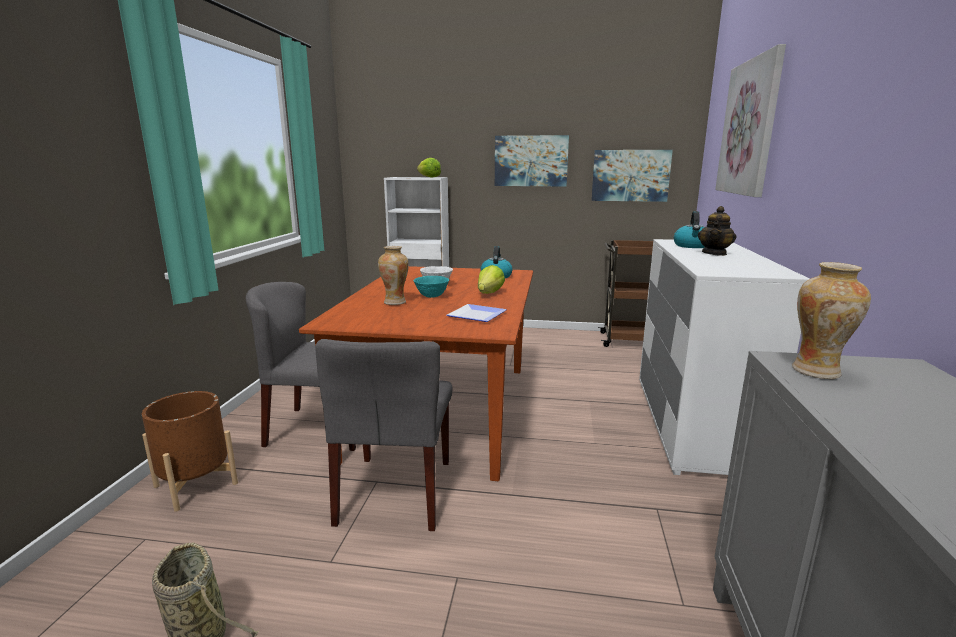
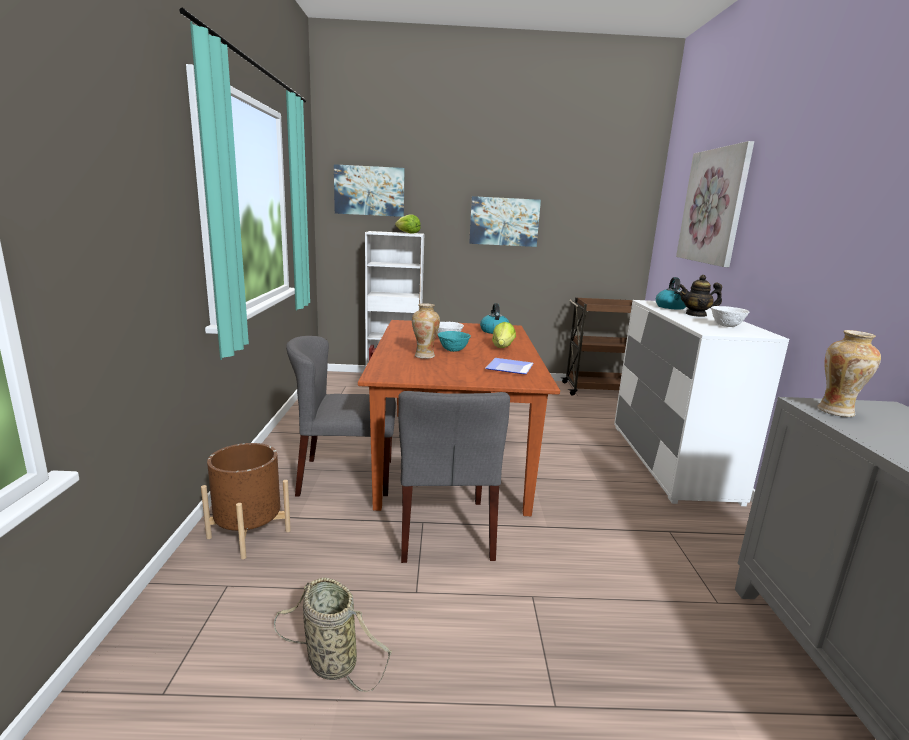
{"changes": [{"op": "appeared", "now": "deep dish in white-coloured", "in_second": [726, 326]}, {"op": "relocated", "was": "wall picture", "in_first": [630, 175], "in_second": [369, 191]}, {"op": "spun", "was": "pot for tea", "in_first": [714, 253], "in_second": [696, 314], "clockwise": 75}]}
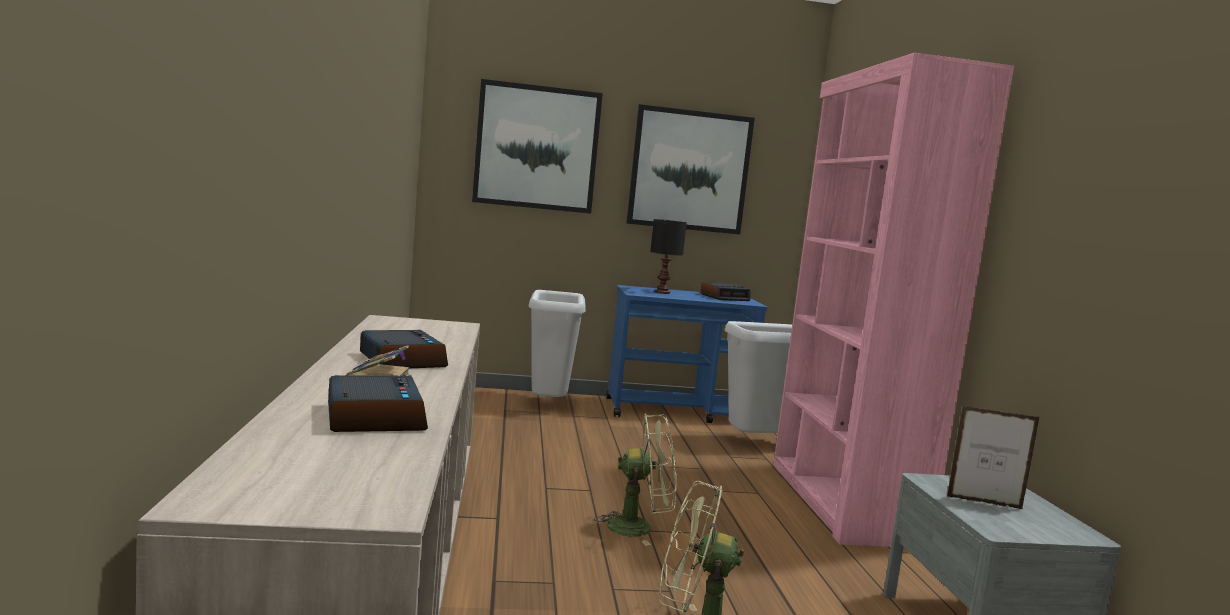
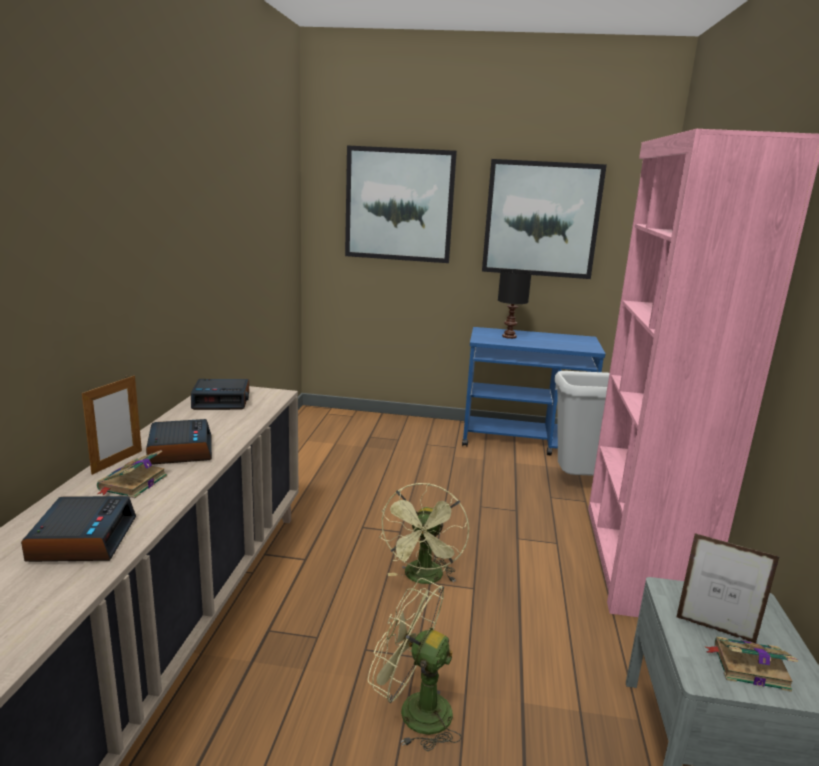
{"changes": [{"op": "missing", "was": "waste bin in gray", "in_first": [549, 406]}, {"op": "appeared", "now": "photo frame", "in_second": [117, 462]}, {"op": "appeared", "now": "book", "in_second": [748, 667]}, {"op": "relocated", "was": "bedside clock", "in_first": [725, 297], "in_second": [222, 401]}, {"op": "spun", "was": "fan in green-coloured", "in_first": [639, 528], "in_second": [423, 579], "clockwise": 90}]}
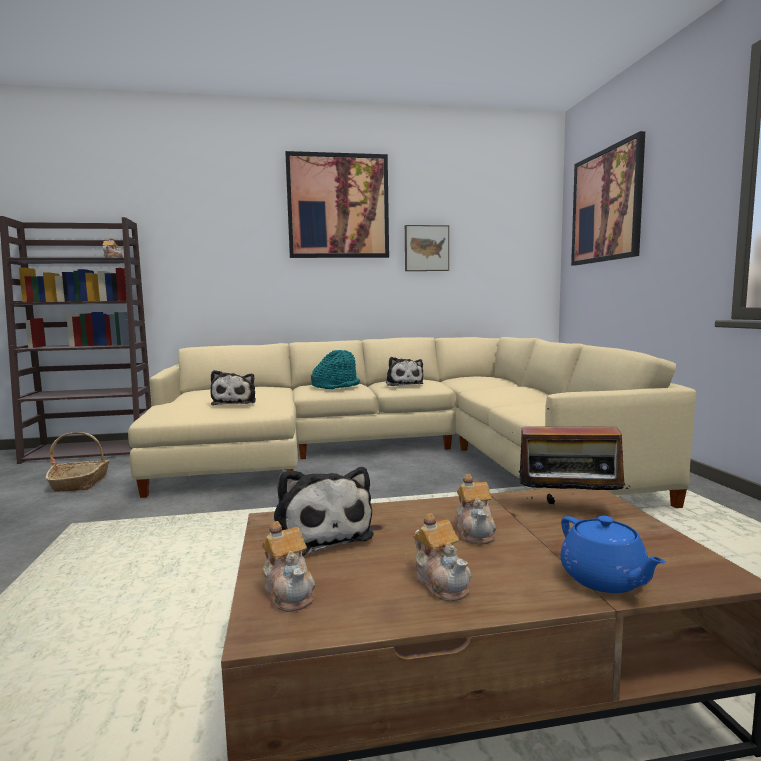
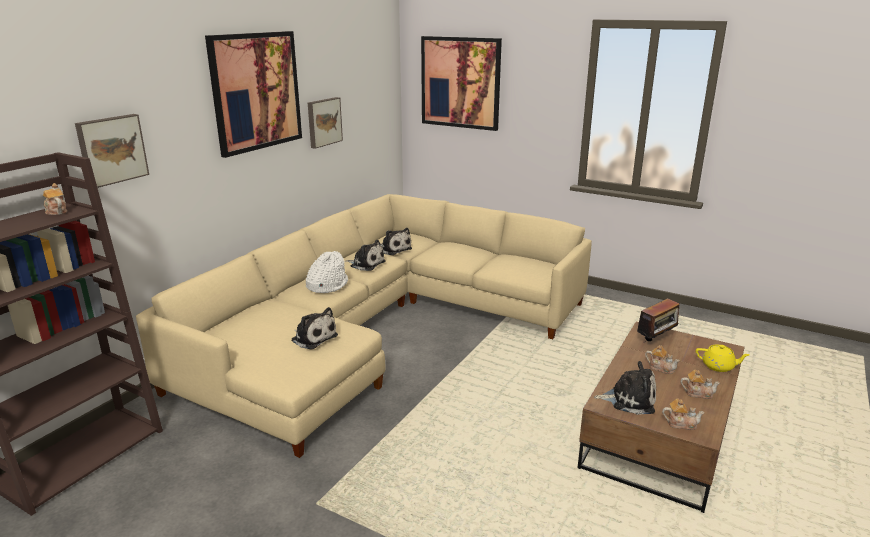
{"changes": [{"op": "missing", "was": "household basket", "in_first": [80, 483]}, {"op": "appeared", "now": "wall picture", "in_second": [111, 150]}, {"op": "appeared", "now": "cuddly toy", "in_second": [394, 249]}, {"op": "colour", "was": "clothing hat in turquoise", "now": "clothing hat in white-coloured", "in_first": [336, 386], "in_second": [327, 285]}, {"op": "colour", "was": "pot for tea in blue", "now": "pot for tea in yellow", "in_first": [605, 580], "in_second": [719, 366]}]}
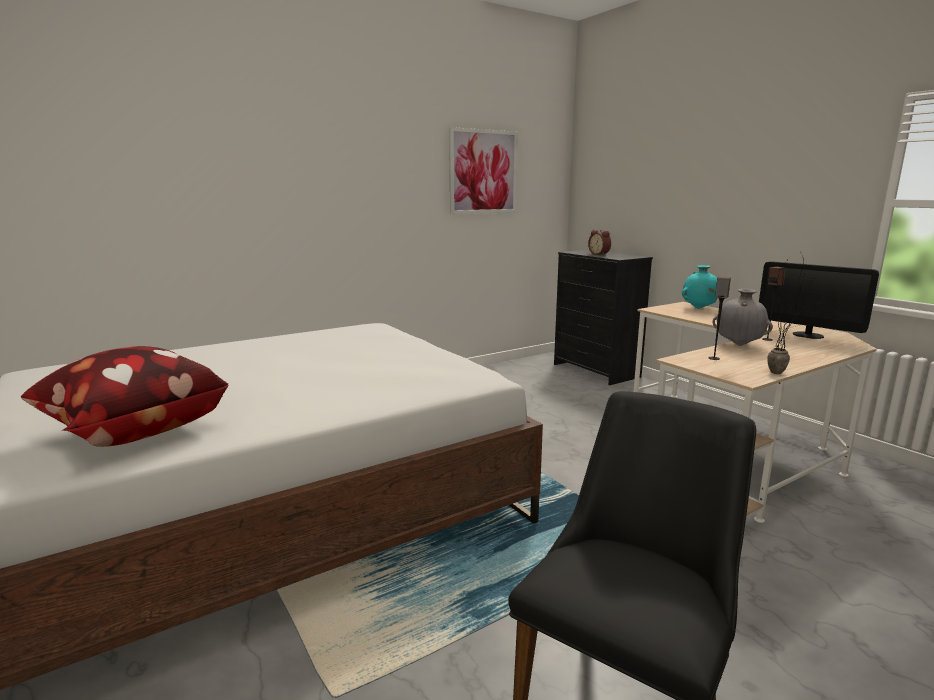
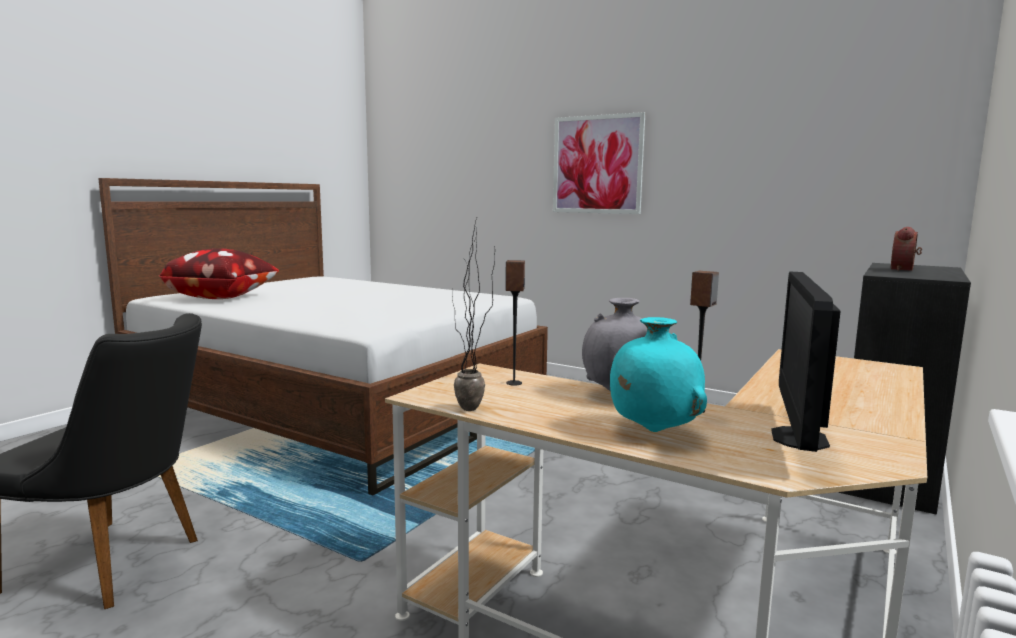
{"changes": [{"op": "relocated", "was": "wall picture", "in_first": [483, 172], "in_second": [597, 164]}, {"op": "relocated", "was": "flower vase in turquoise", "in_first": [698, 308], "in_second": [652, 431]}]}
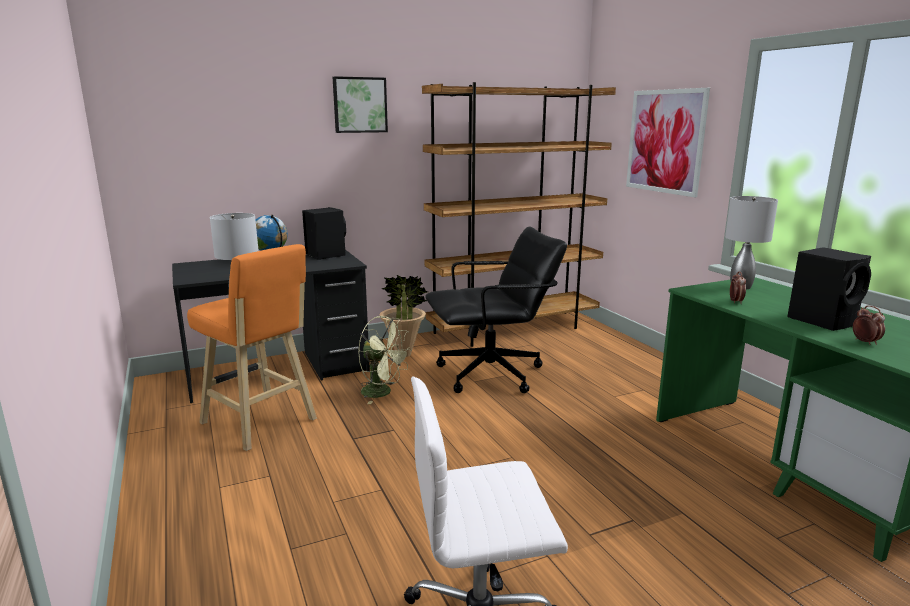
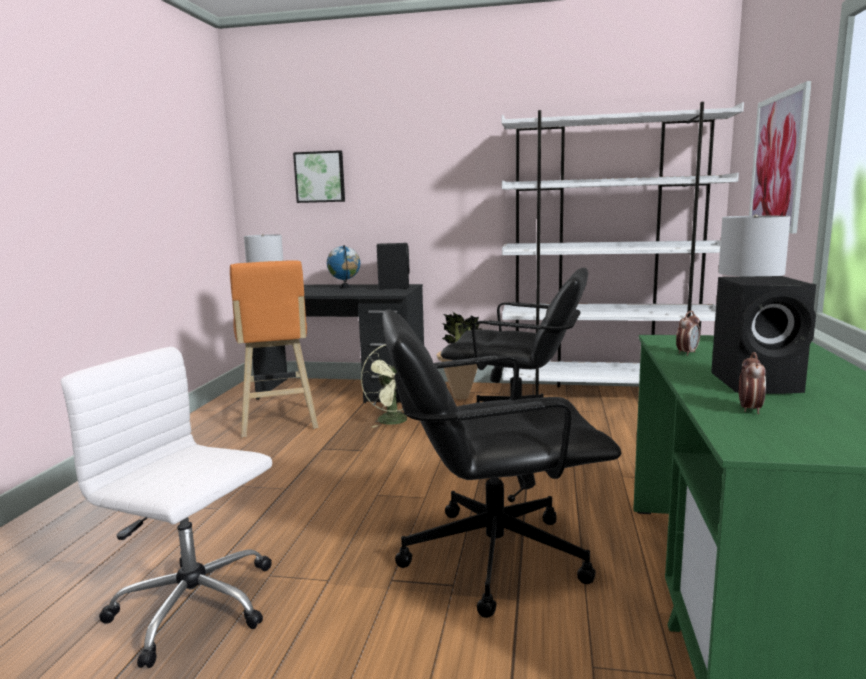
{"changes": [{"op": "appeared", "now": "computer chair in black-coloured", "in_second": [491, 556]}, {"op": "relocated", "was": "wall picture", "in_first": [359, 105], "in_second": [320, 177]}, {"op": "colour", "was": "bookshelf in brownish", "now": "bookshelf in white-coloured", "in_first": [514, 329], "in_second": [606, 395]}]}
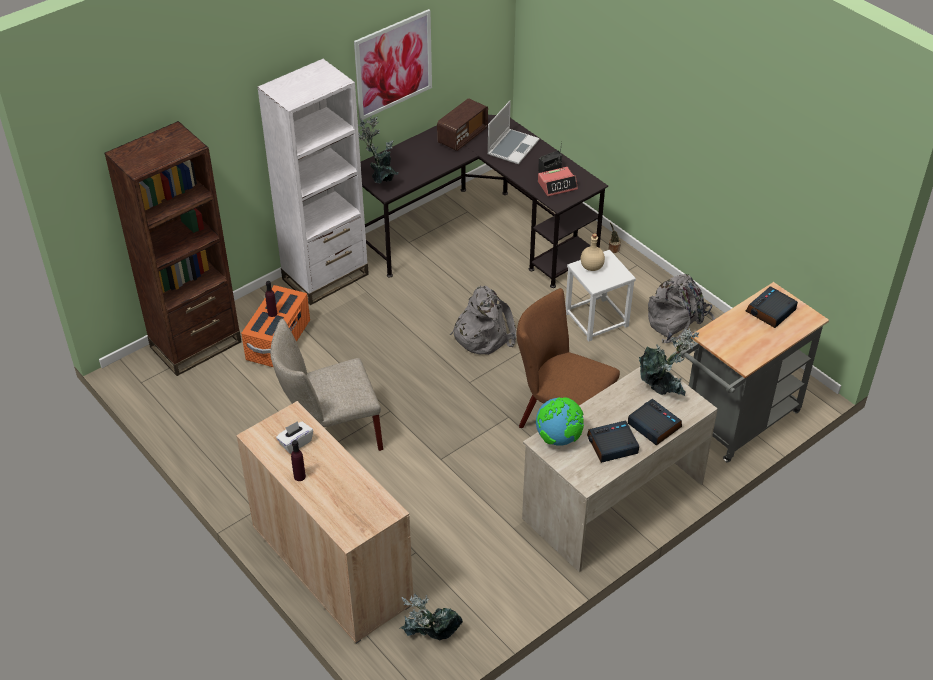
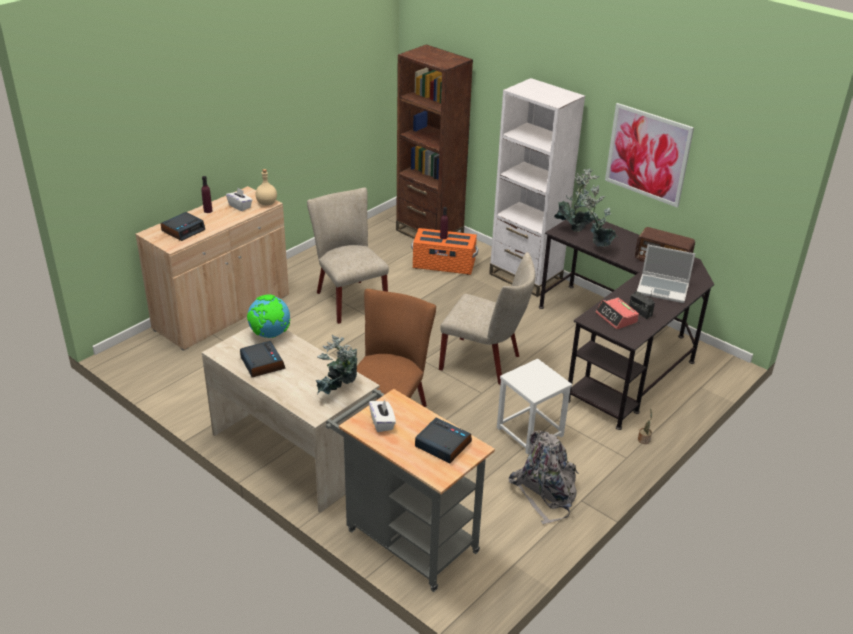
{"changes": [{"op": "appeared", "now": "tissue box in white-coloured", "in_second": [382, 423]}, {"op": "relocated", "was": "potted plant", "in_first": [429, 638], "in_second": [597, 245]}, {"op": "relocated", "was": "drink bottle in beige", "in_first": [592, 266], "in_second": [267, 203]}, {"op": "relocated", "was": "bedside clock", "in_first": [653, 426], "in_second": [183, 230]}, {"op": "exchanged", "was": "knapsack in gray", "now": "plain chair in beige", "in_first": [482, 334], "in_second": [485, 363]}]}
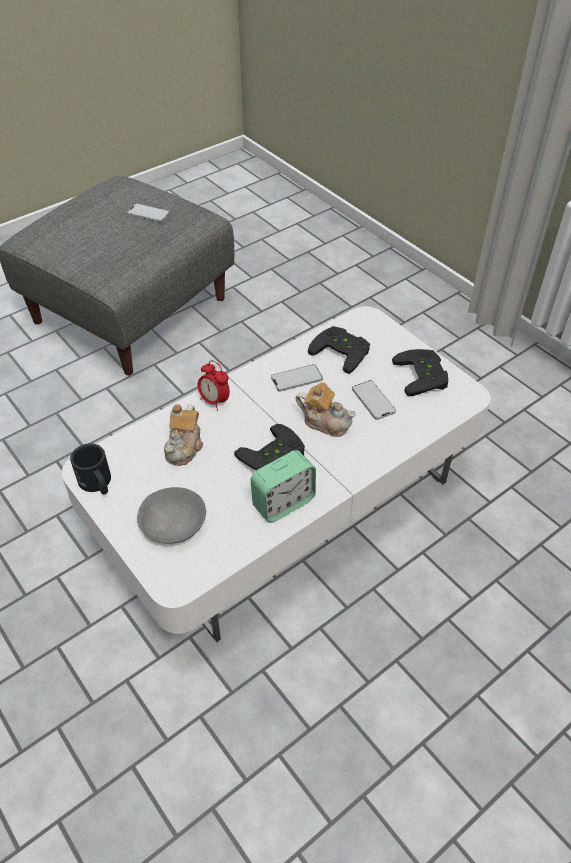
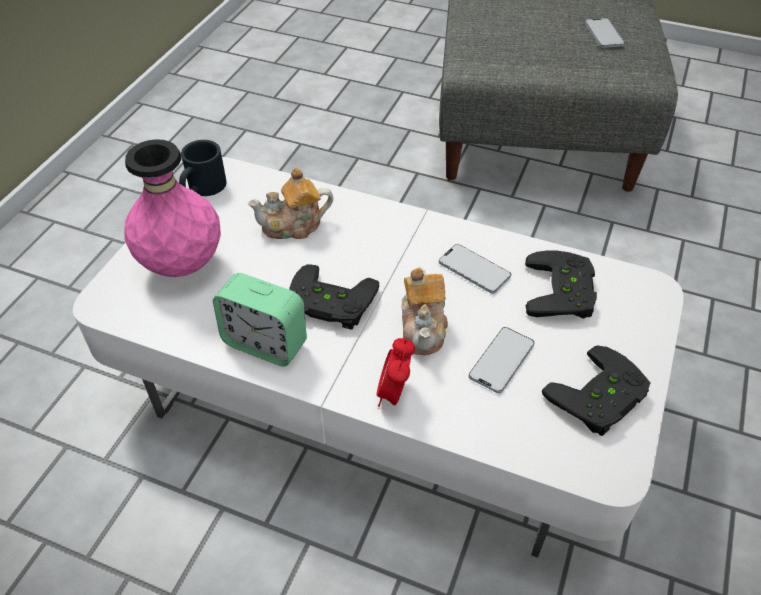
{"changes": [{"op": "relocated", "was": "bedside clock", "in_first": [214, 401], "in_second": [394, 393]}, {"op": "exchanged", "was": "deep dish in gray", "now": "flower vase in pink-coloured", "in_first": [172, 523], "in_second": [182, 264]}]}
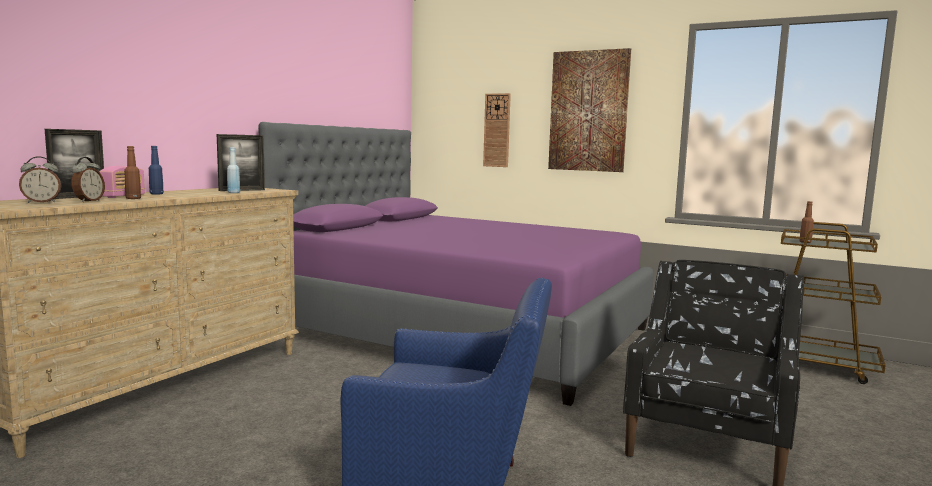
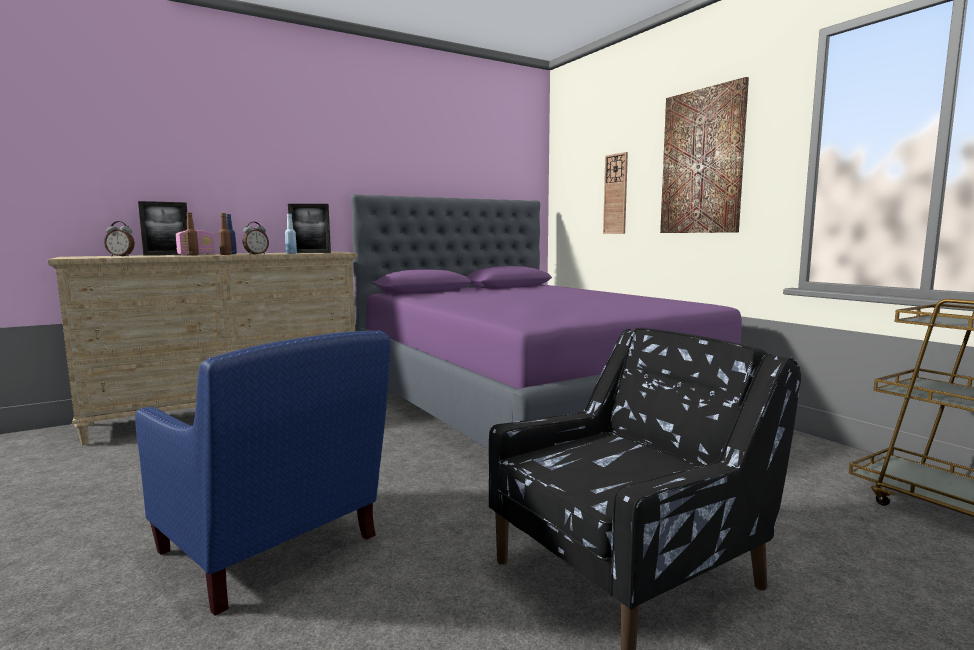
{"changes": [{"op": "relocated", "was": "bedside clock", "in_first": [88, 201], "in_second": [256, 254]}, {"op": "relocated", "was": "drink bottle in brownish", "in_first": [805, 242], "in_second": [226, 254]}]}
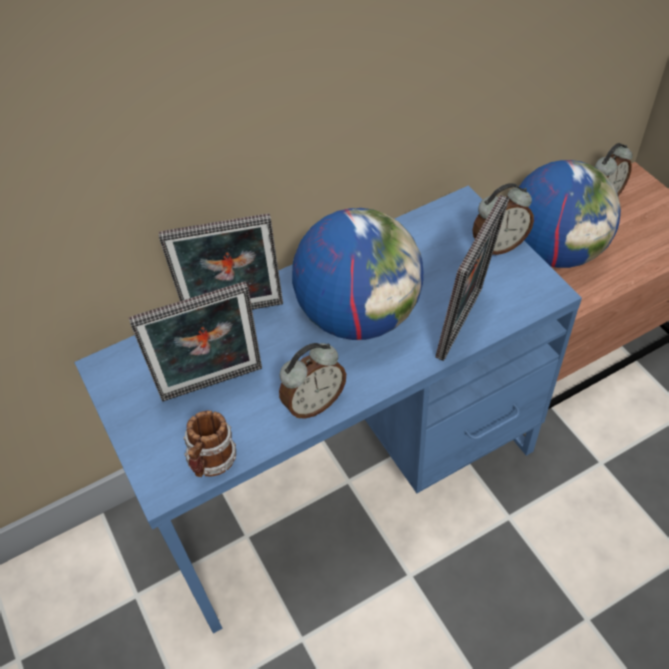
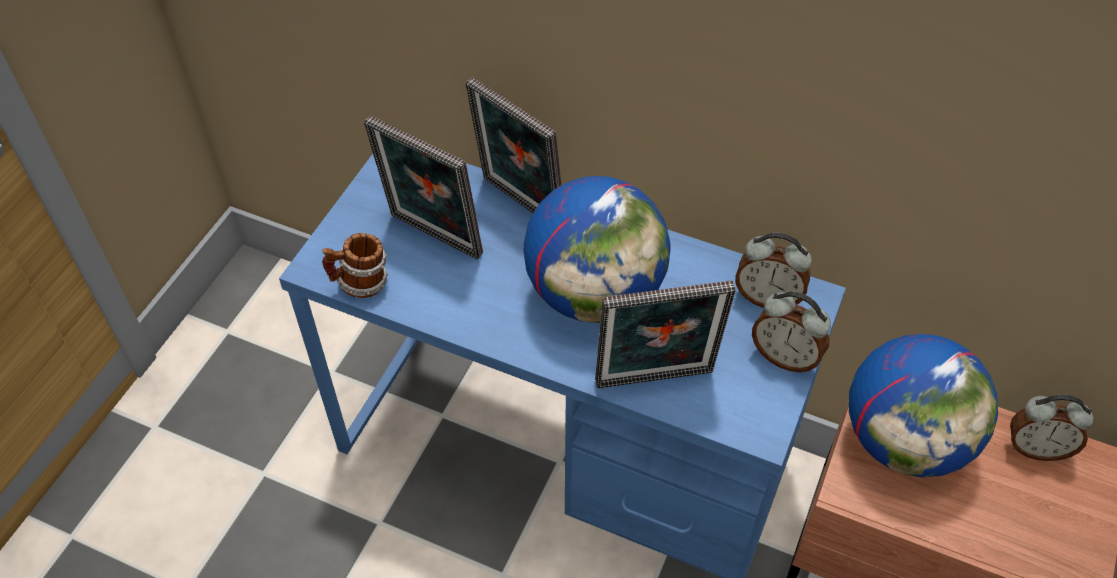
{"changes": [{"op": "relocated", "was": "bedside clock", "in_first": [314, 403], "in_second": [767, 297]}]}
